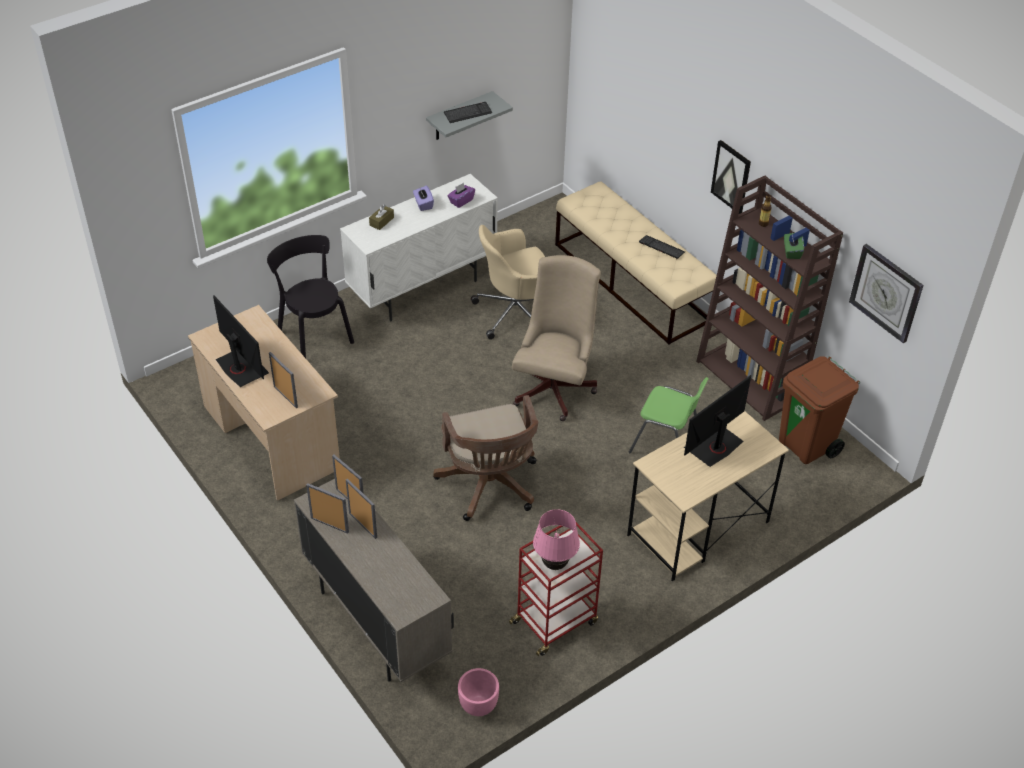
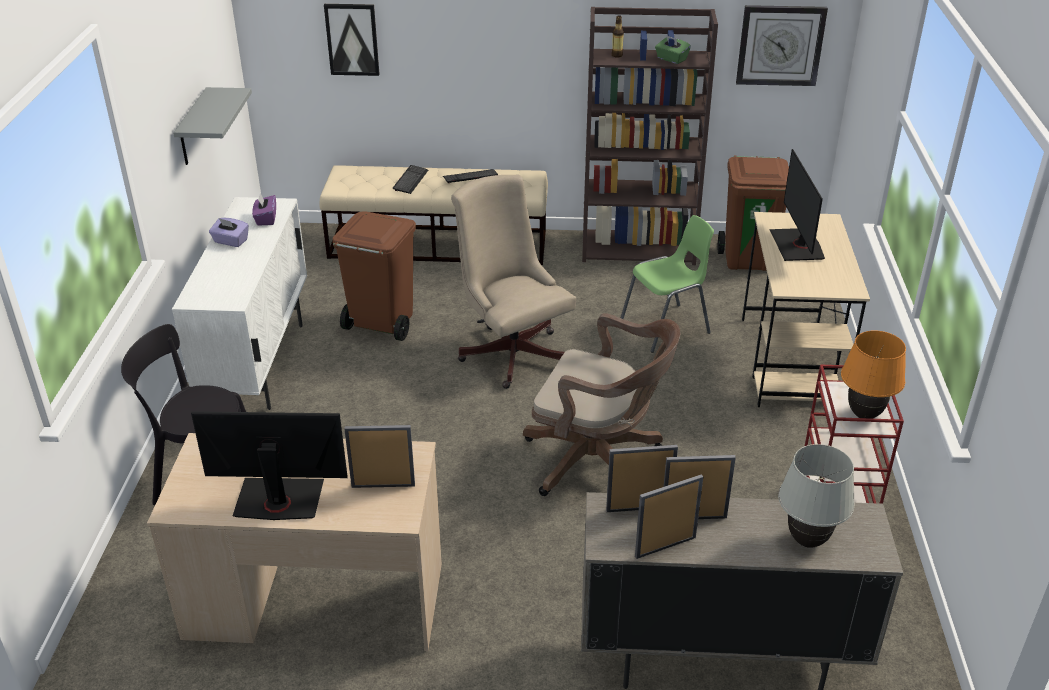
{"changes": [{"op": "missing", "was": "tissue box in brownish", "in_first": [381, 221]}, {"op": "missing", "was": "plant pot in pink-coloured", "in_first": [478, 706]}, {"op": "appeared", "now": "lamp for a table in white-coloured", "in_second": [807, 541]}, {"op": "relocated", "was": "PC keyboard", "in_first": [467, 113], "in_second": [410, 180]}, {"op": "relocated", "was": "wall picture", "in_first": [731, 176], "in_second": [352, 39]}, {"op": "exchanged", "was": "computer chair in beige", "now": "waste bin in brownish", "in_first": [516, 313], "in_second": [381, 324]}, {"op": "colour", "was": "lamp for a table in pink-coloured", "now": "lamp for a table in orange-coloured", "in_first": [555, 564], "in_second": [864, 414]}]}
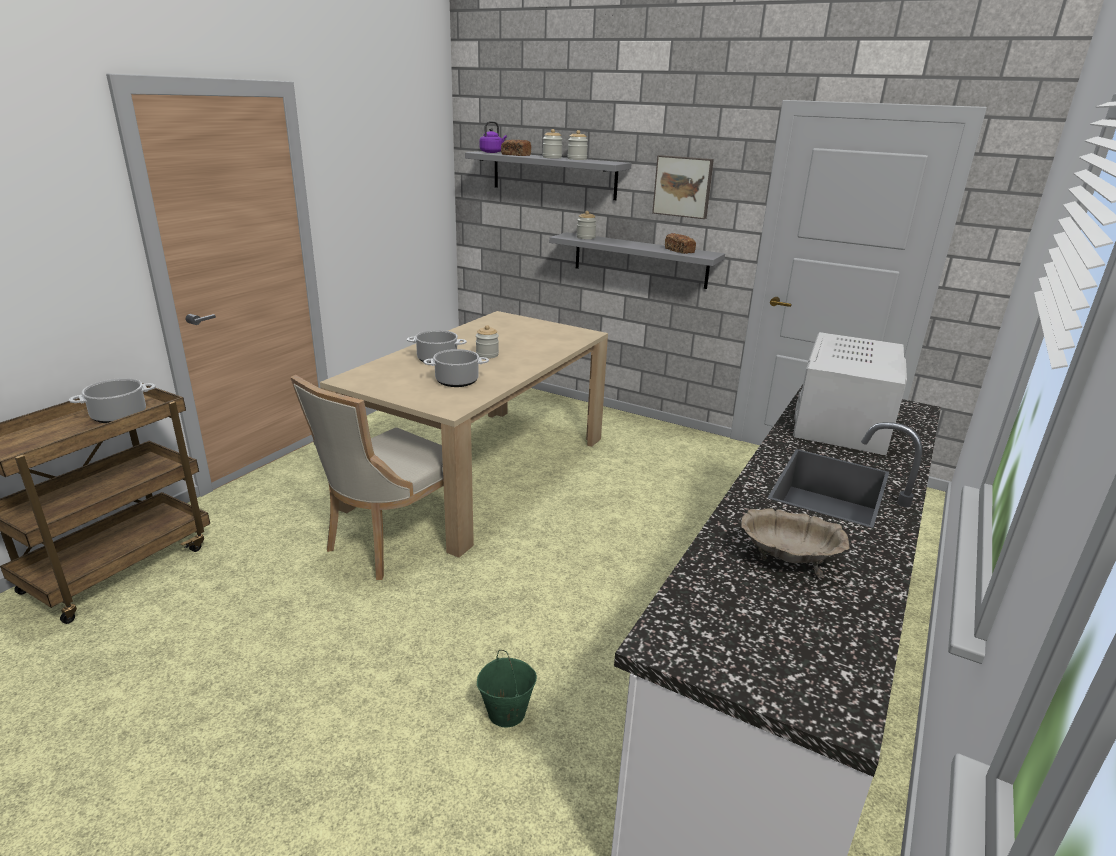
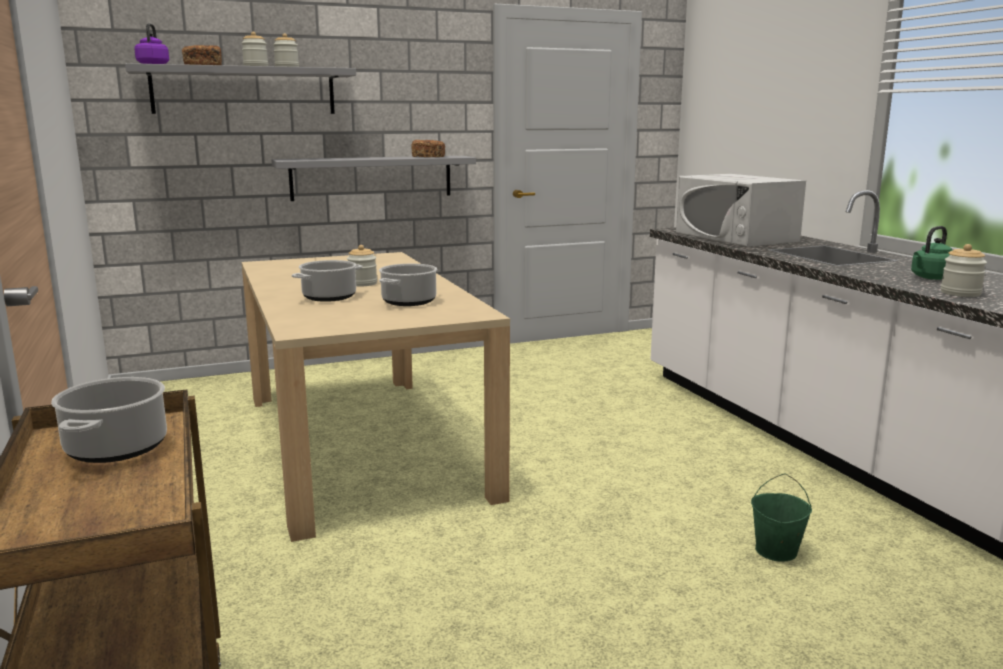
{"changes": [{"op": "missing", "was": "plain chair in beige", "in_first": [390, 542]}, {"op": "missing", "was": "wall picture", "in_first": [683, 186]}, {"op": "relocated", "was": "preserve jar", "in_first": [585, 237], "in_second": [960, 293]}, {"op": "exchanged", "was": "deep dish in beige", "now": "water kettle in green-coloured", "in_first": [787, 561], "in_second": [931, 278]}]}
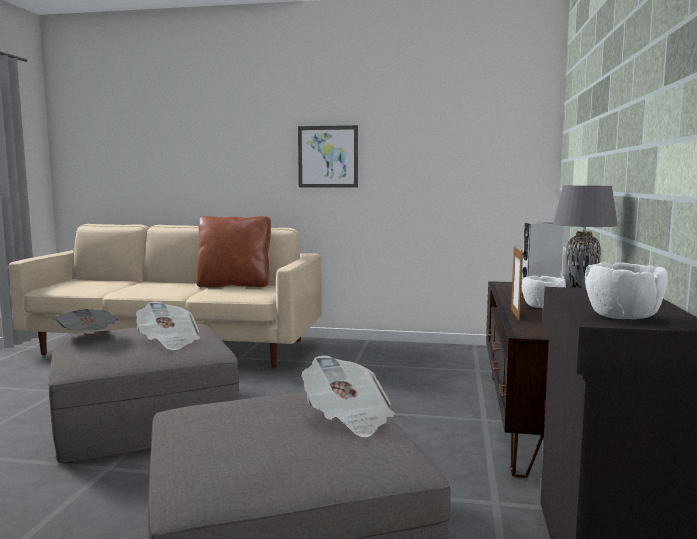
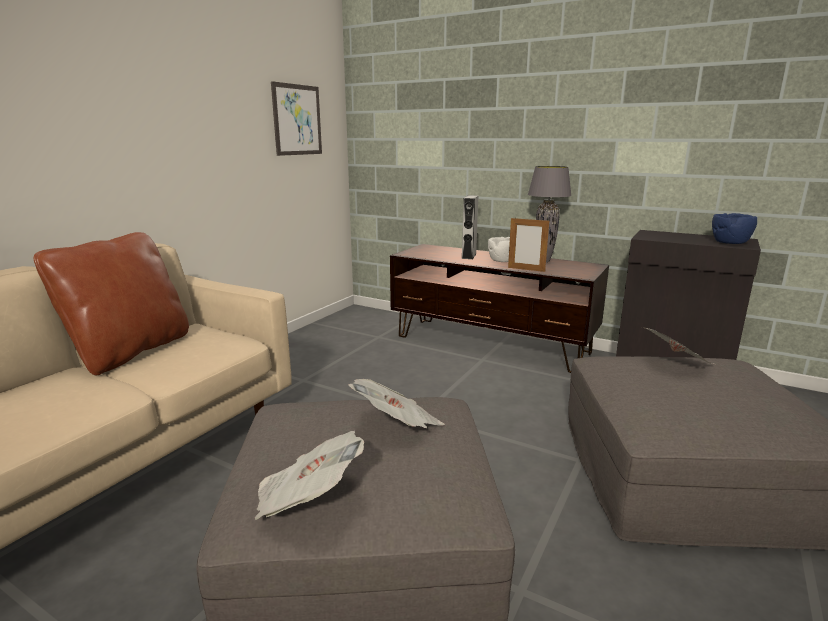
{"changes": [{"op": "relocated", "was": "wall picture", "in_first": [328, 156], "in_second": [297, 120]}, {"op": "colour", "was": "deep dish in white-coloured", "now": "deep dish in blue", "in_first": [624, 317], "in_second": [730, 242]}]}
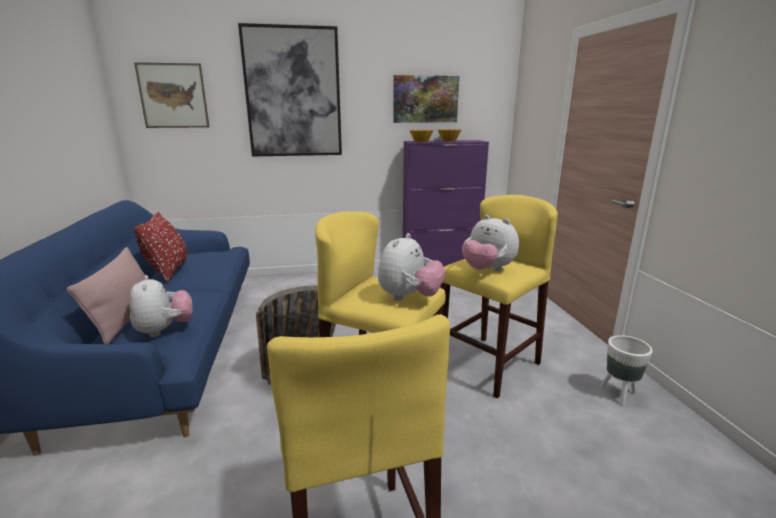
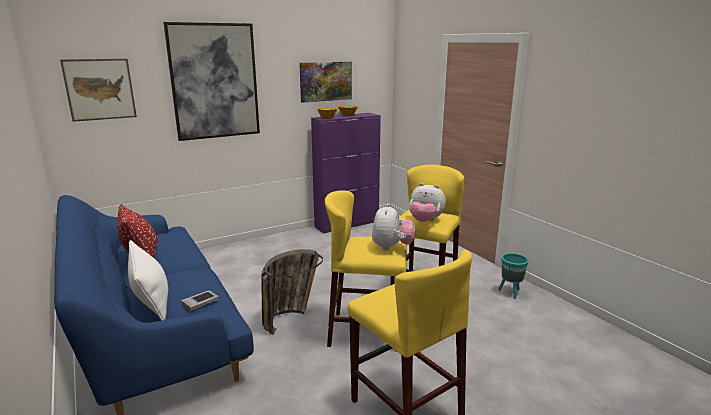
{"changes": [{"op": "exchanged", "was": "cuddly toy", "now": "book", "in_first": [164, 330], "in_second": [200, 302]}, {"op": "colour", "was": "cushion in pink-coloured", "now": "cushion in white-coloured", "in_first": [125, 317], "in_second": [151, 299]}, {"op": "colour", "was": "plant pot in white-coloured", "now": "plant pot in turquoise", "in_first": [619, 394], "in_second": [510, 292]}]}
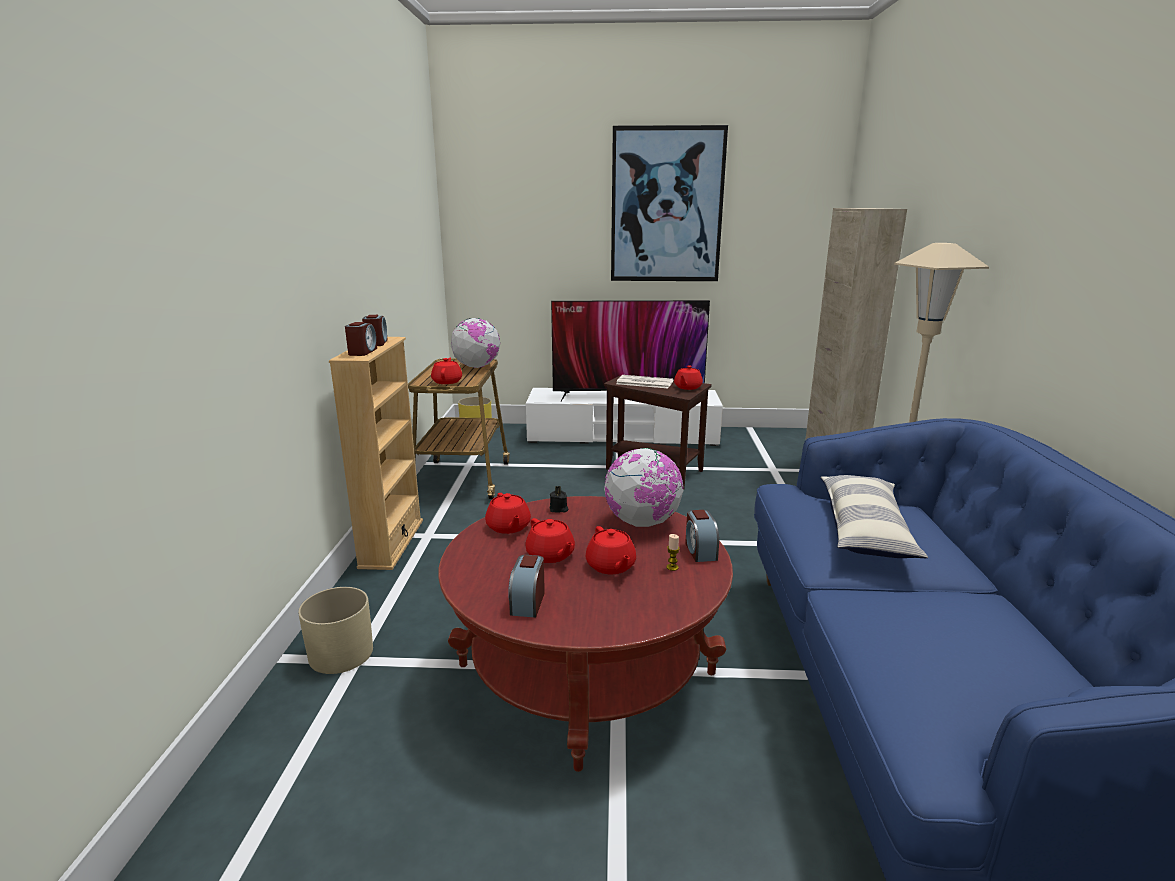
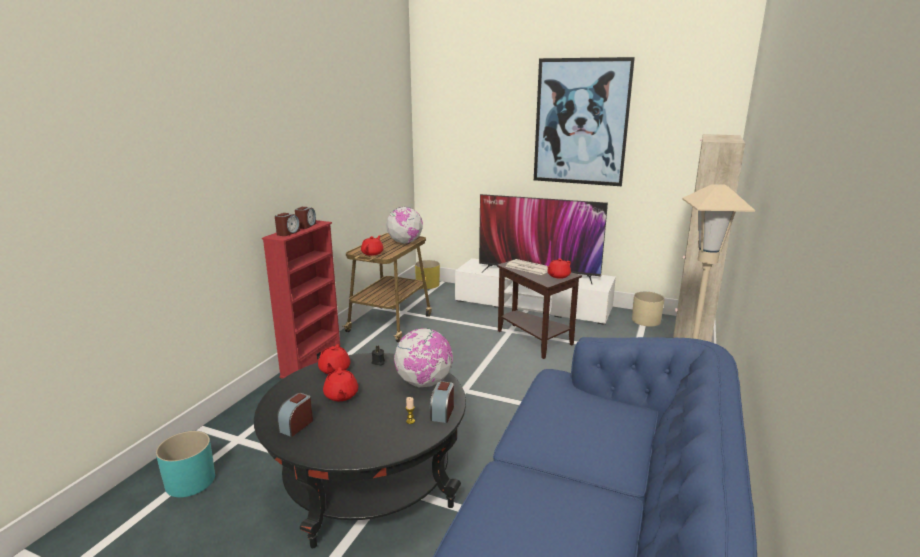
{"changes": [{"op": "missing", "was": "pot for tea in red-coloured", "in_first": [611, 566]}, {"op": "missing", "was": "cushion", "in_first": [865, 530]}, {"op": "appeared", "now": "plant pot in turquoise", "in_second": [190, 481]}, {"op": "relocated", "was": "plant pot in beige", "in_first": [341, 653], "in_second": [646, 320]}, {"op": "colour", "was": "bookshelf in beige", "now": "bookshelf in red-coloured", "in_first": [391, 543], "in_second": [312, 363]}, {"op": "colour", "was": "coffee table in red-coloured", "now": "coffee table in black-coloured", "in_first": [585, 669], "in_second": [368, 480]}]}
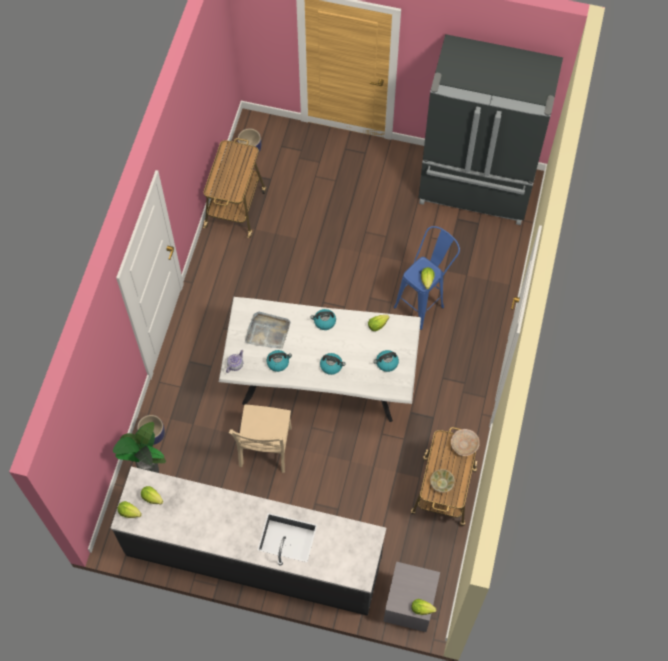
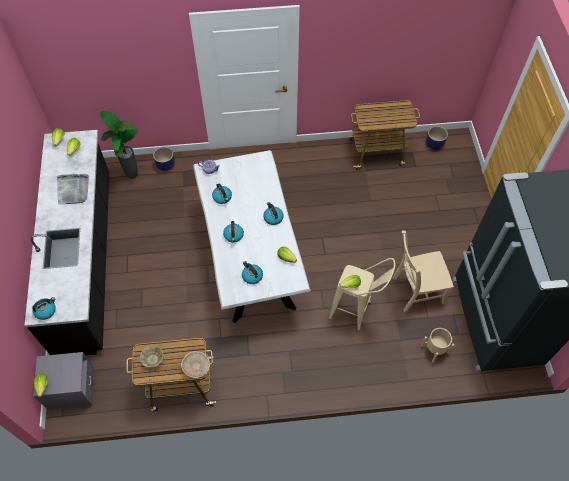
{"changes": [{"op": "appeared", "now": "water kettle", "in_second": [46, 310]}, {"op": "appeared", "now": "plant pot in beige", "in_second": [435, 349]}, {"op": "relocated", "was": "plain chair in beige", "in_first": [264, 449], "in_second": [415, 290]}, {"op": "relocated", "was": "tray in gray", "in_first": [267, 331], "in_second": [73, 190]}, {"op": "colour", "was": "stool in blue", "now": "stool in beige", "in_first": [423, 302], "in_second": [356, 313]}]}
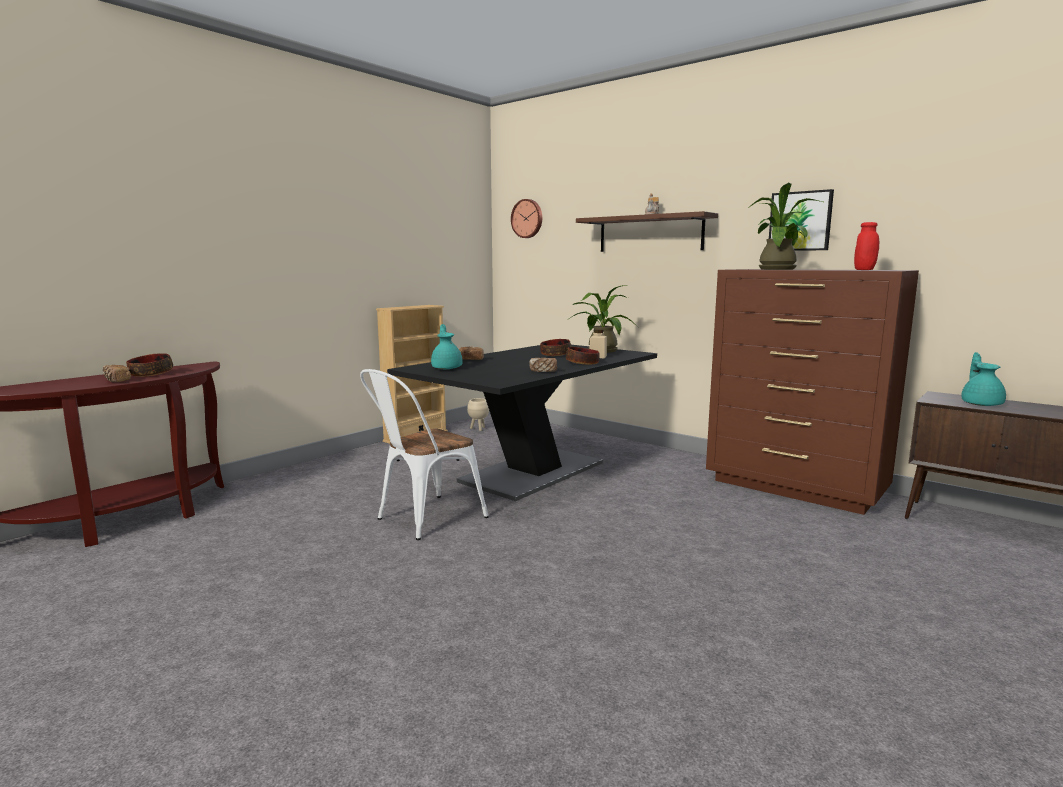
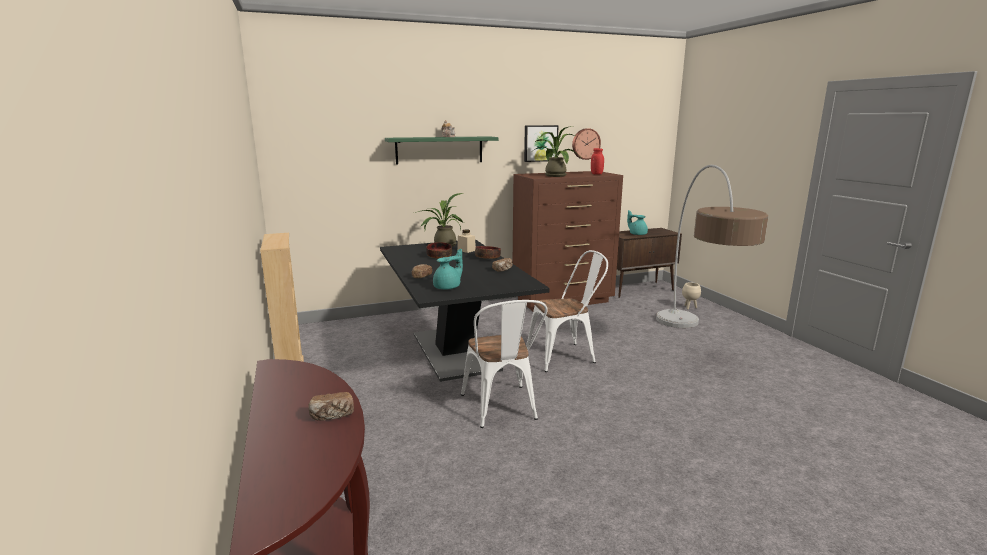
{"changes": [{"op": "missing", "was": "deep dish", "in_first": [150, 374]}, {"op": "appeared", "now": "plain chair in white-coloured", "in_second": [566, 355]}, {"op": "appeared", "now": "standard lamp", "in_second": [695, 343]}, {"op": "relocated", "was": "plant pot in beige", "in_first": [478, 429], "in_second": [689, 307]}, {"op": "relocated", "was": "hanging clock", "in_first": [527, 218], "in_second": [585, 144]}, {"op": "colour", "was": "wall shelf in brownish", "now": "wall shelf in green-coloured", "in_first": [650, 234], "in_second": [439, 150]}, {"op": "spun", "was": "pot for tea in turquoise", "in_first": [447, 368], "in_second": [448, 287], "clockwise": 120}]}
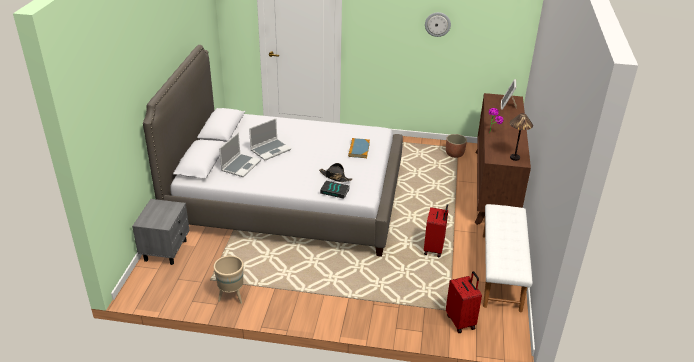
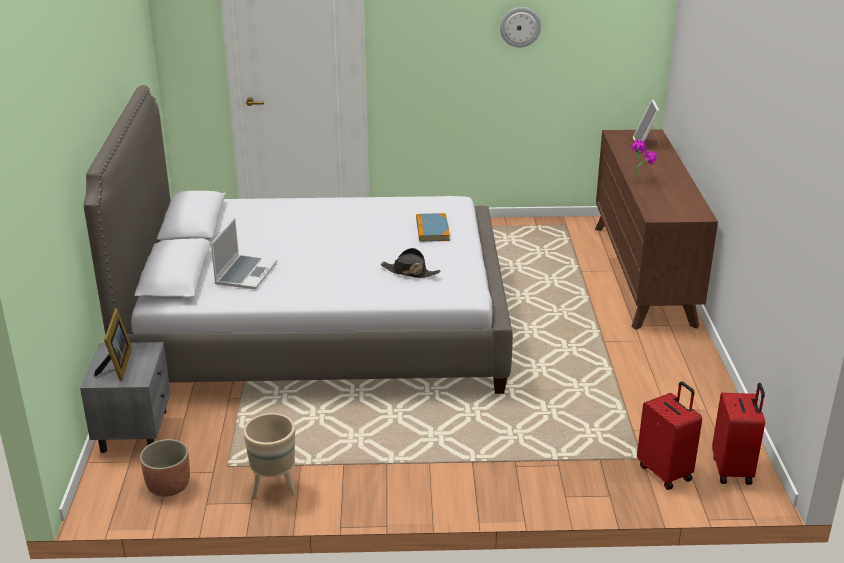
{"changes": [{"op": "missing", "was": "portable computer", "in_first": [270, 150]}, {"op": "missing", "was": "book", "in_first": [335, 191]}, {"op": "missing", "was": "indoor bench in white-coloured", "in_first": [502, 271]}, {"op": "missing", "was": "lamp for a table", "in_first": [514, 158]}, {"op": "appeared", "now": "photo frame", "in_second": [117, 365]}, {"op": "relocated", "was": "piece of luggage in red-coloured", "in_first": [434, 249], "in_second": [733, 470]}, {"op": "relocated", "was": "plant pot", "in_first": [454, 154], "in_second": [169, 486]}]}
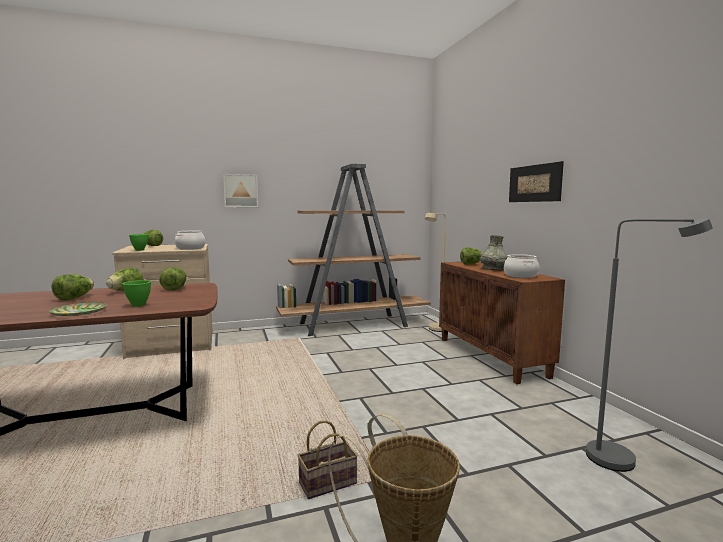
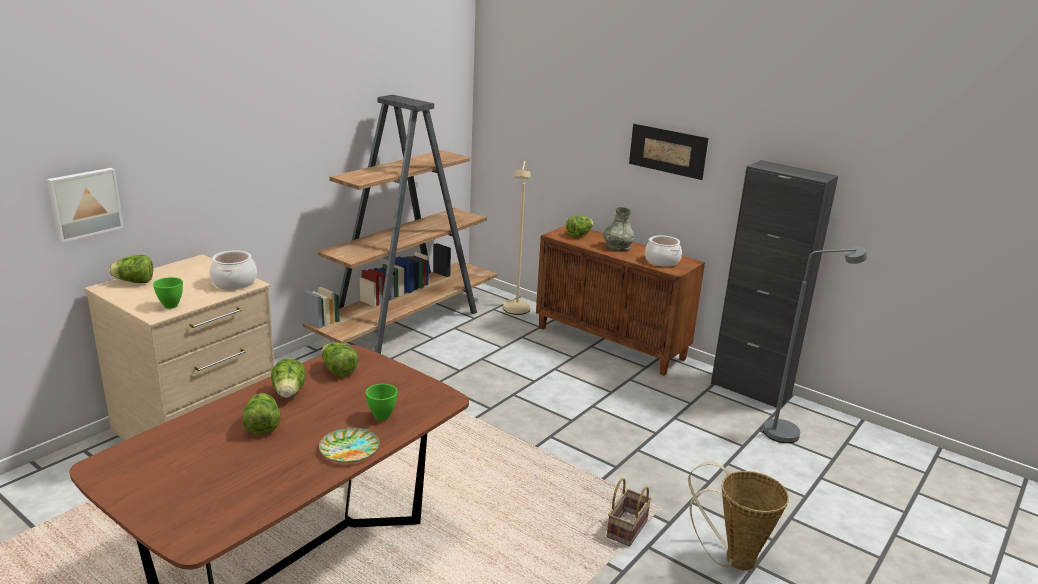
{"changes": [{"op": "appeared", "now": "cabinet in black-coloured", "in_second": [750, 390]}, {"op": "relocated", "was": "wall picture", "in_first": [240, 190], "in_second": [84, 203]}]}
